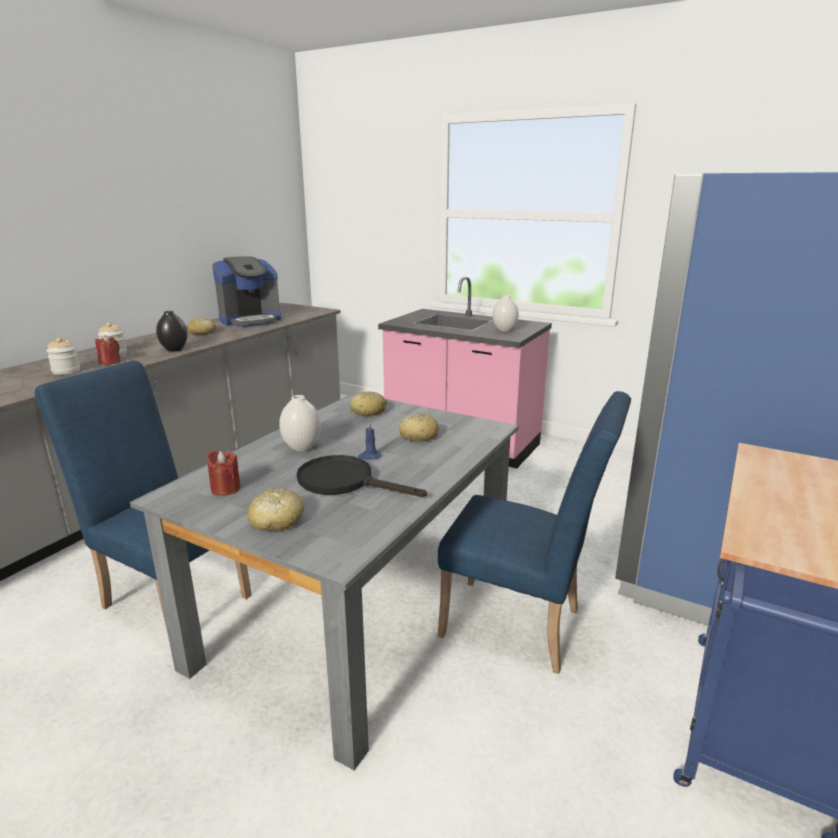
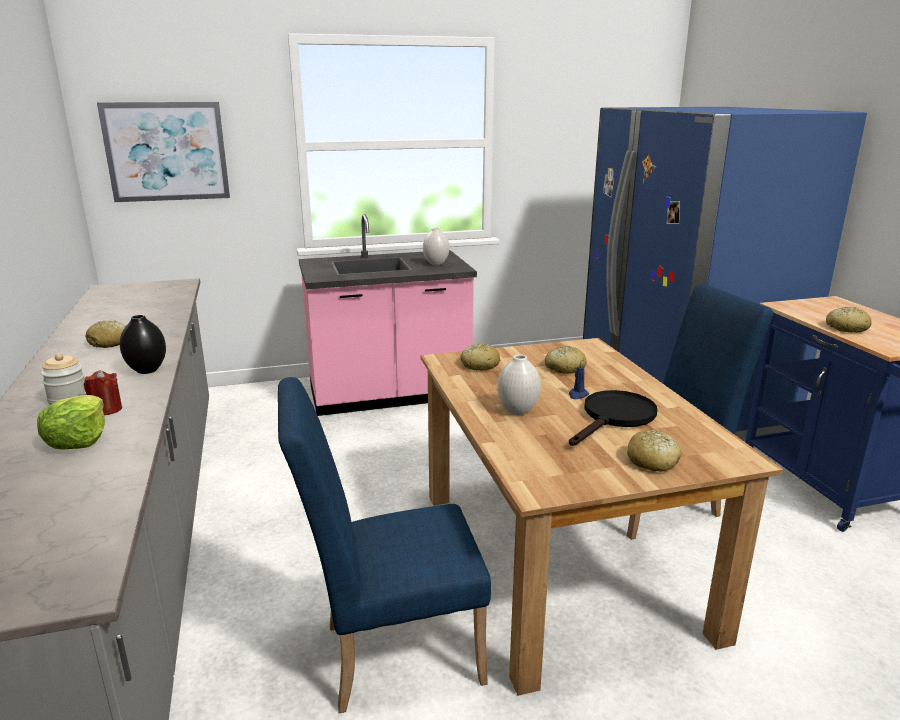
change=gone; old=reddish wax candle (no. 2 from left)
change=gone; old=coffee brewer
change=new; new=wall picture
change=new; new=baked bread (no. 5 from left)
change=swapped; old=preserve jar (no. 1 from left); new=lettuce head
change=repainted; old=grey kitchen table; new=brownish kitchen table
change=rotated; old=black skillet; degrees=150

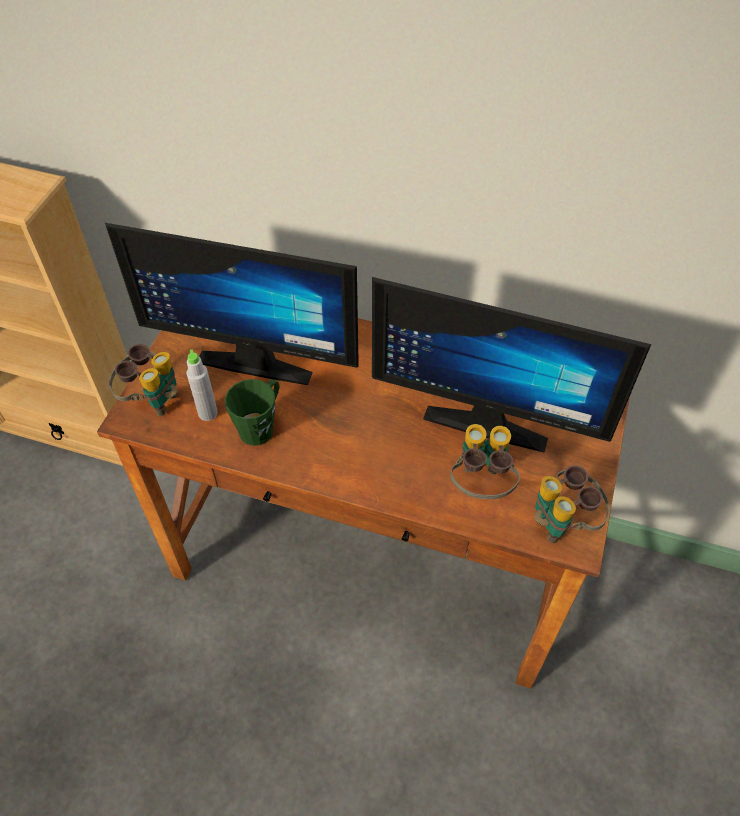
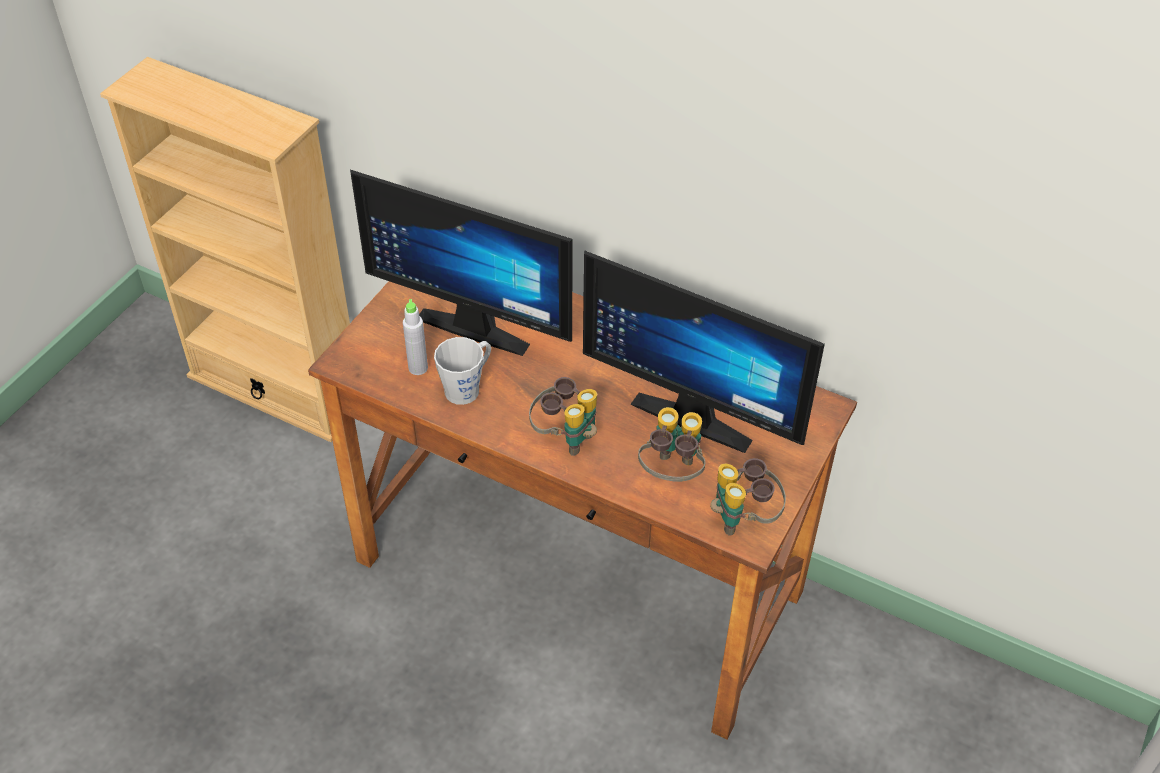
change=shifted; old=field glasses (no. 1 from left)
change=repainted; old=green tea mug; new=grey tea mug

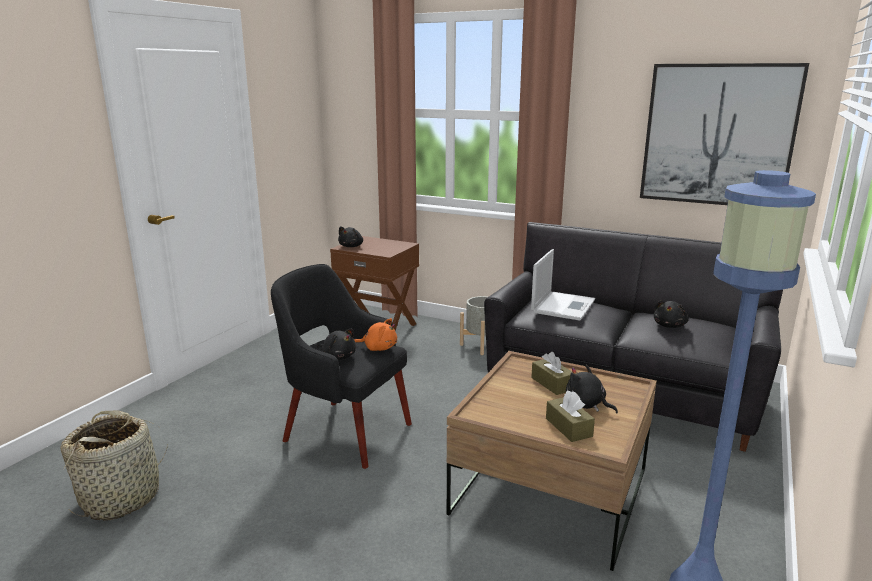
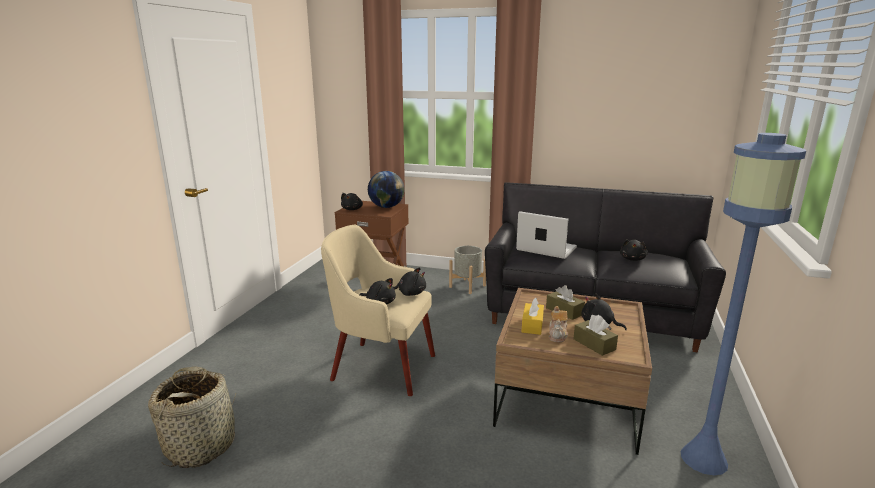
change=gone; old=wall picture
change=new; new=globe
change=new; new=yellow-coloured box of tissues
change=new; new=teapot
change=repainted; old=black lounge chair; new=beige lounge chair
change=repainted; old=orangey soft toy; new=black soft toy (no. 3 from left)
change=rotated; old=laptop; degrees=-75

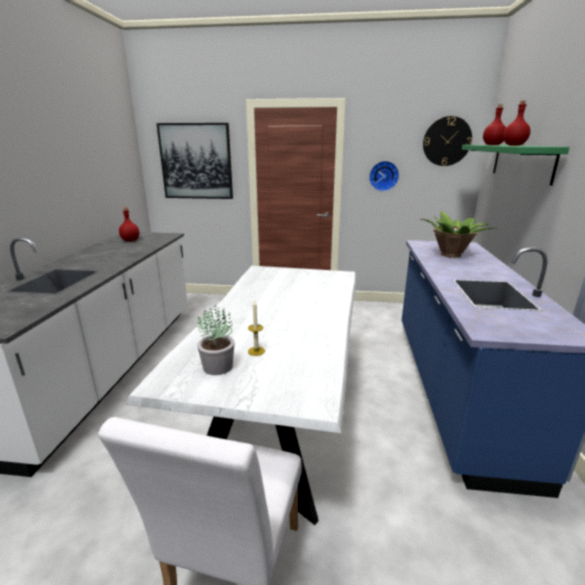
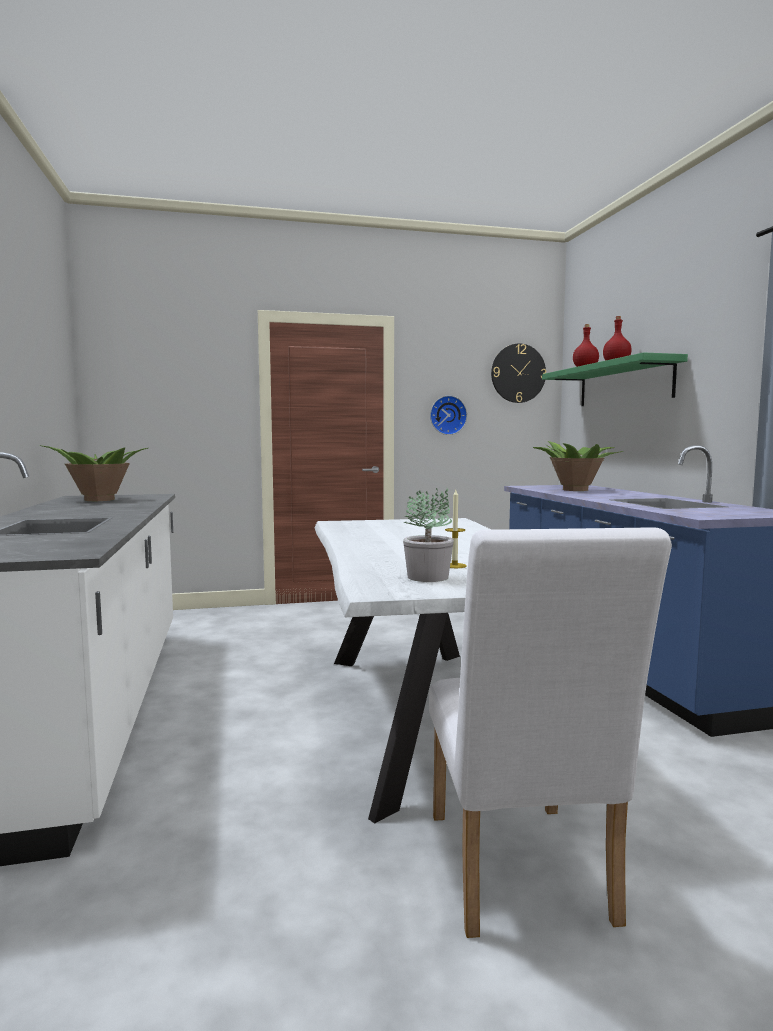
change=gone; old=wall picture
change=swapped; old=reddish beverage bottle (no. 1 from left); new=houseplant (no. 1 from left)

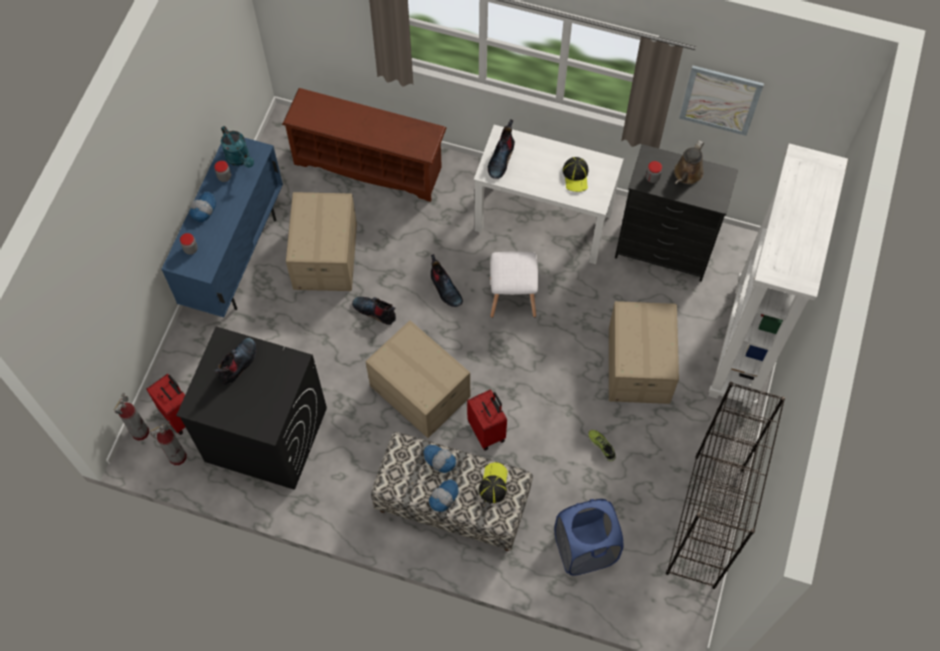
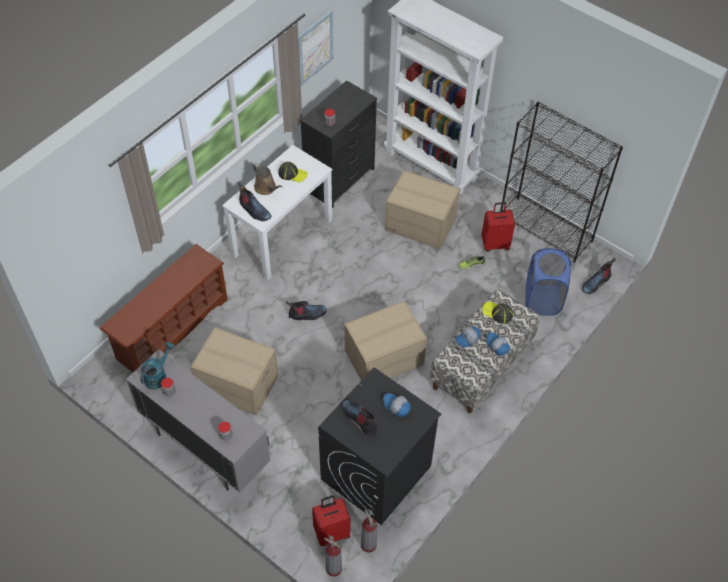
change=gone; old=whitish sitting stool
change=shifted; old=baseball cap (no. 1 from left in the first image); new=baseball cap (no. 2 from left)
change=shifted; old=high-top boot (no. 2 from left in the first image); new=high-top boot (no. 4 from left)
change=shifted; old=reddish piece of luggage (no. 2 from left)
change=shifted; old=brownish watering pot
change=repainted; old=blue cupboard; new=grey cupboard
change=rotated; old=turquoise watering pot; degrees=-45

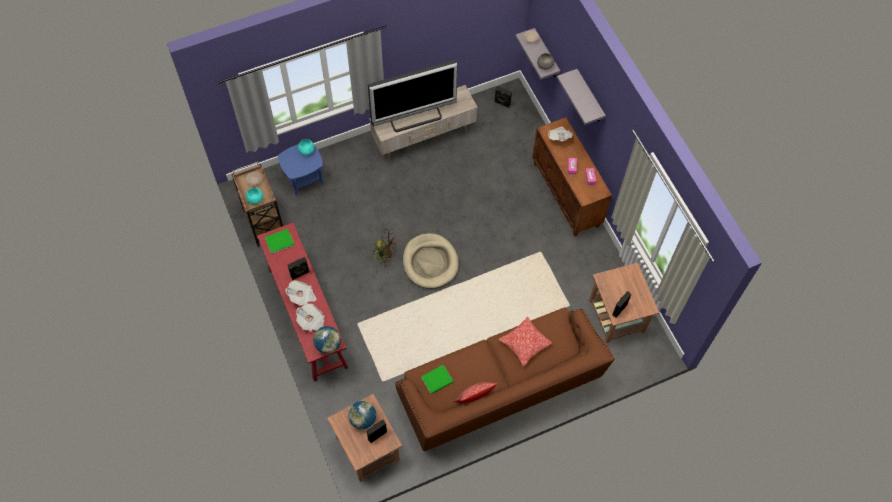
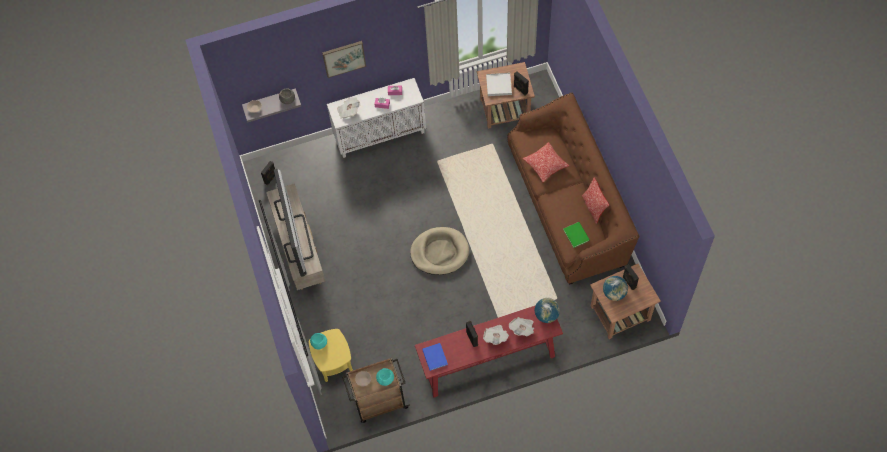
change=gone; old=brownish cooling fan
change=new; new=whitish serving tray
change=swapped; old=grey wall shelf (no. 2 from left); new=wall picture
change=repainted; old=green book (no. 1 from left); new=blue book
change=repainted; old=blue side table; new=yellow-coloured side table
change=repainted; old=brownish cupboard; new=whitish cupboard

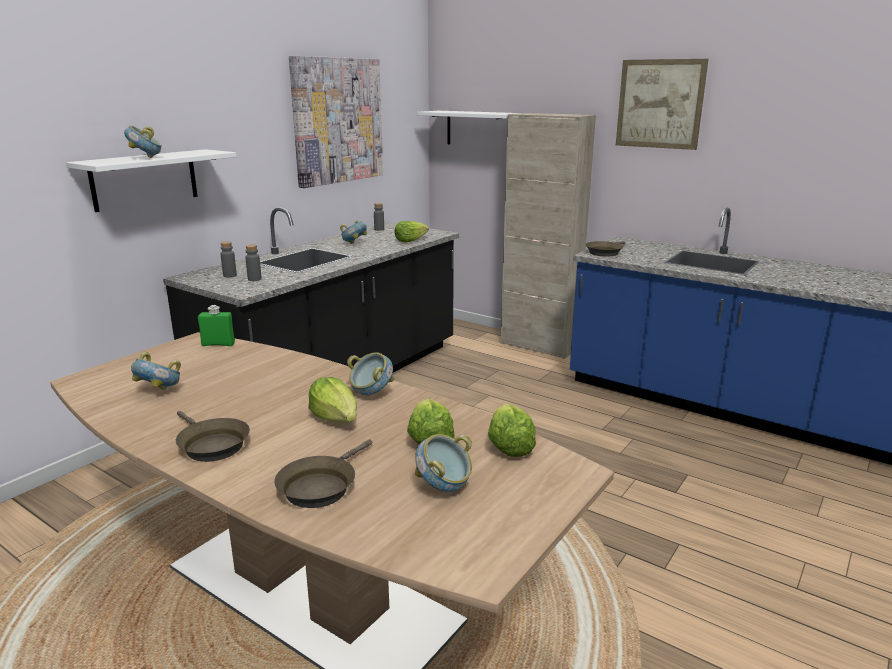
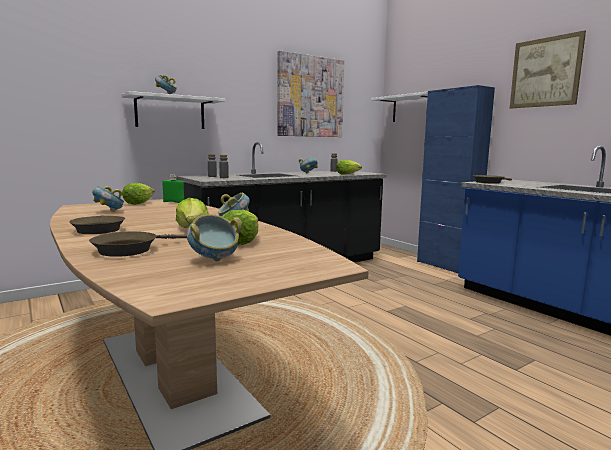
change=shifted; old=lettuce head (no. 4 from left in the first image); new=lettuce head (no. 1 from left)
change=repainted; old=beige cupboard; new=blue cupboard

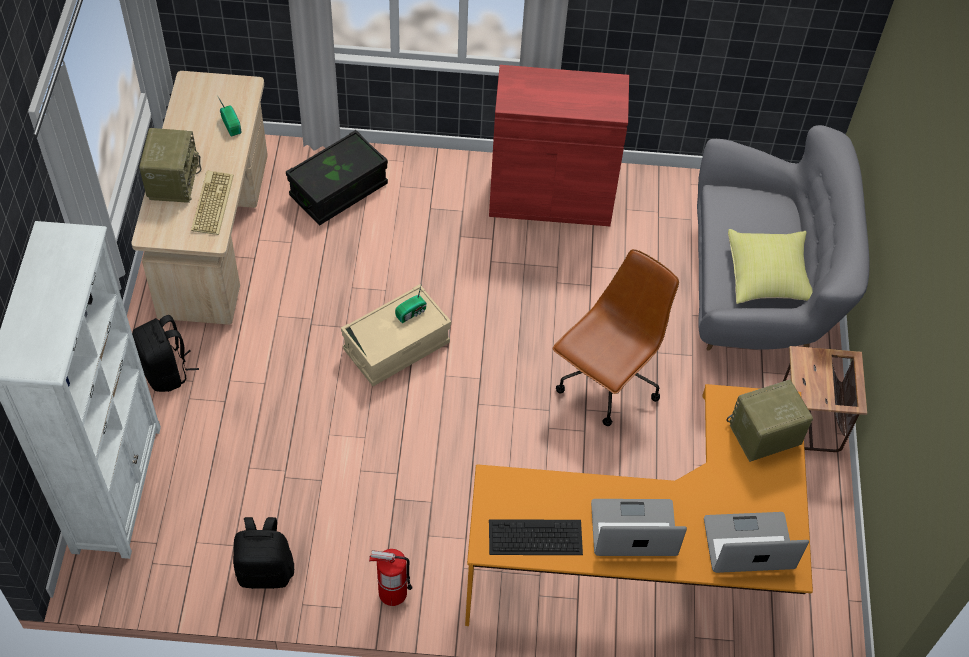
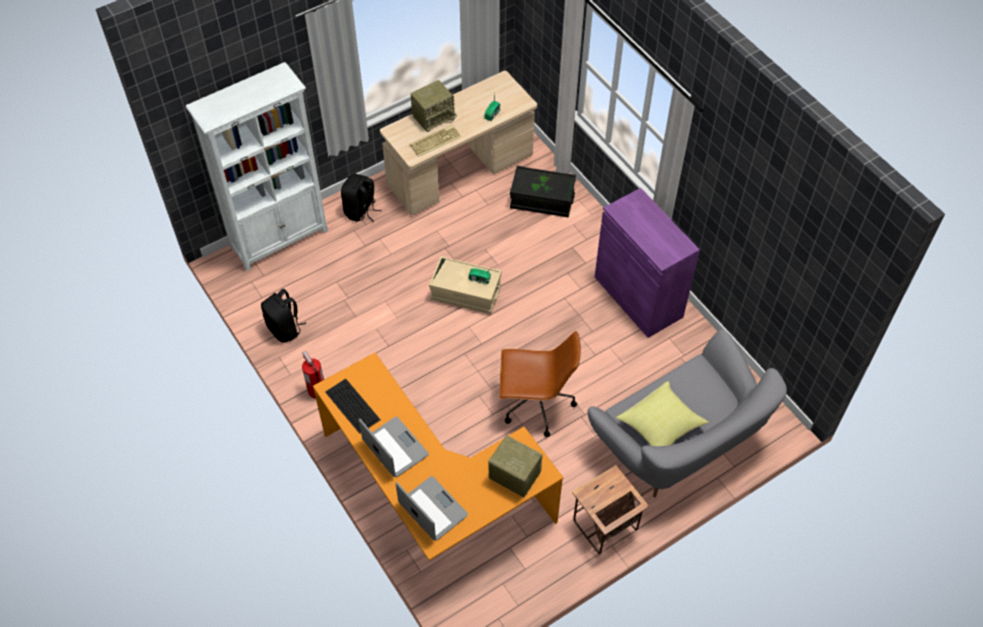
change=repainted; old=reddish cupboard; new=purple-coloured cupboard

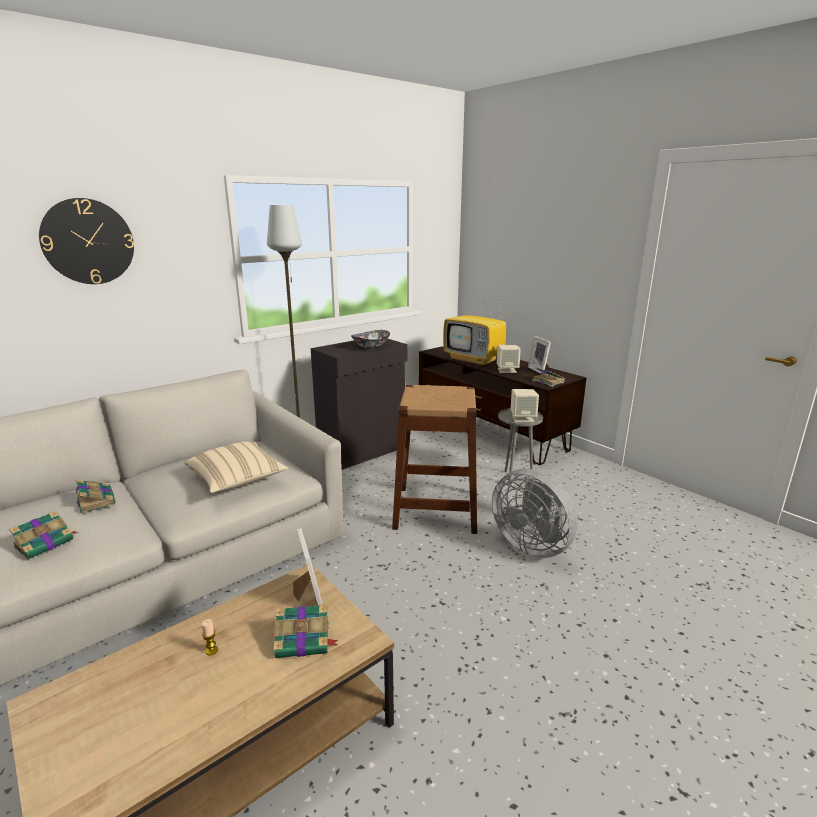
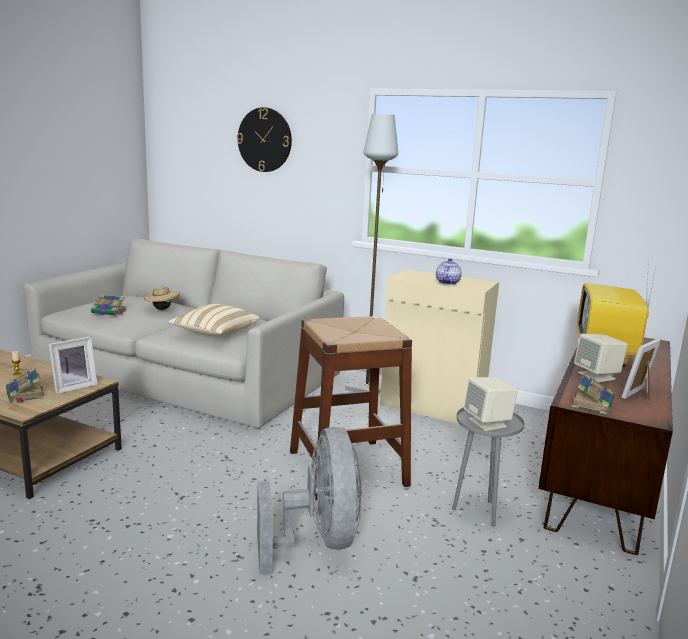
change=swapped; old=book (no. 2 from left); new=beige clothing hat
change=swapped; old=serving bowl; new=teapot
change=repainted; old=black cupboard; new=beige cupboard
change=rotated; old=grey cooling fan; degrees=150

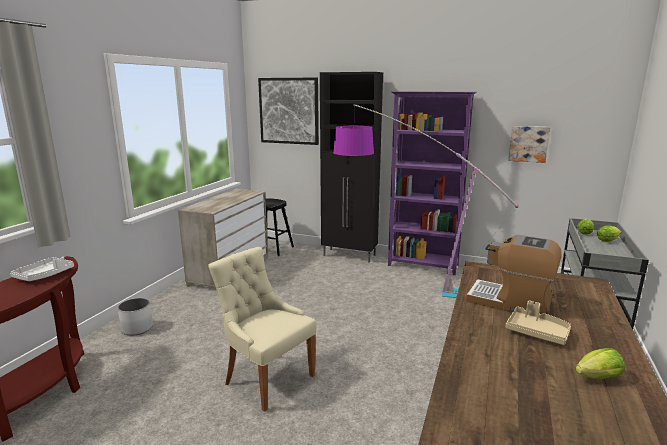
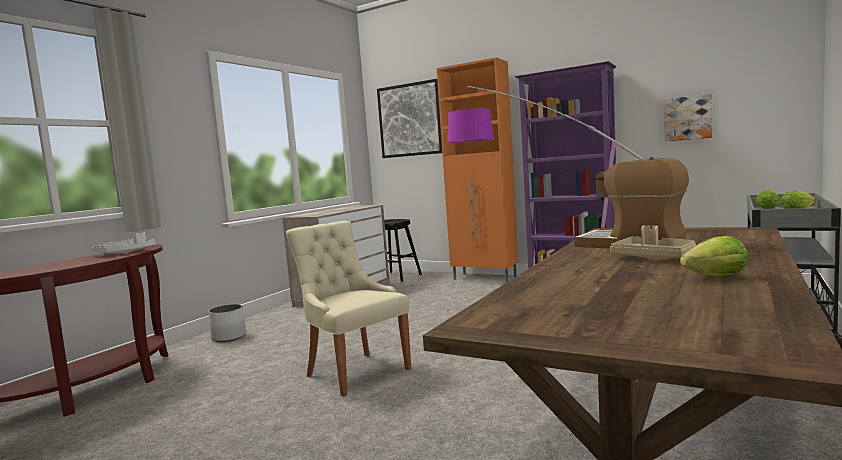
change=repainted; old=black cupboard; new=orangey cupboard

